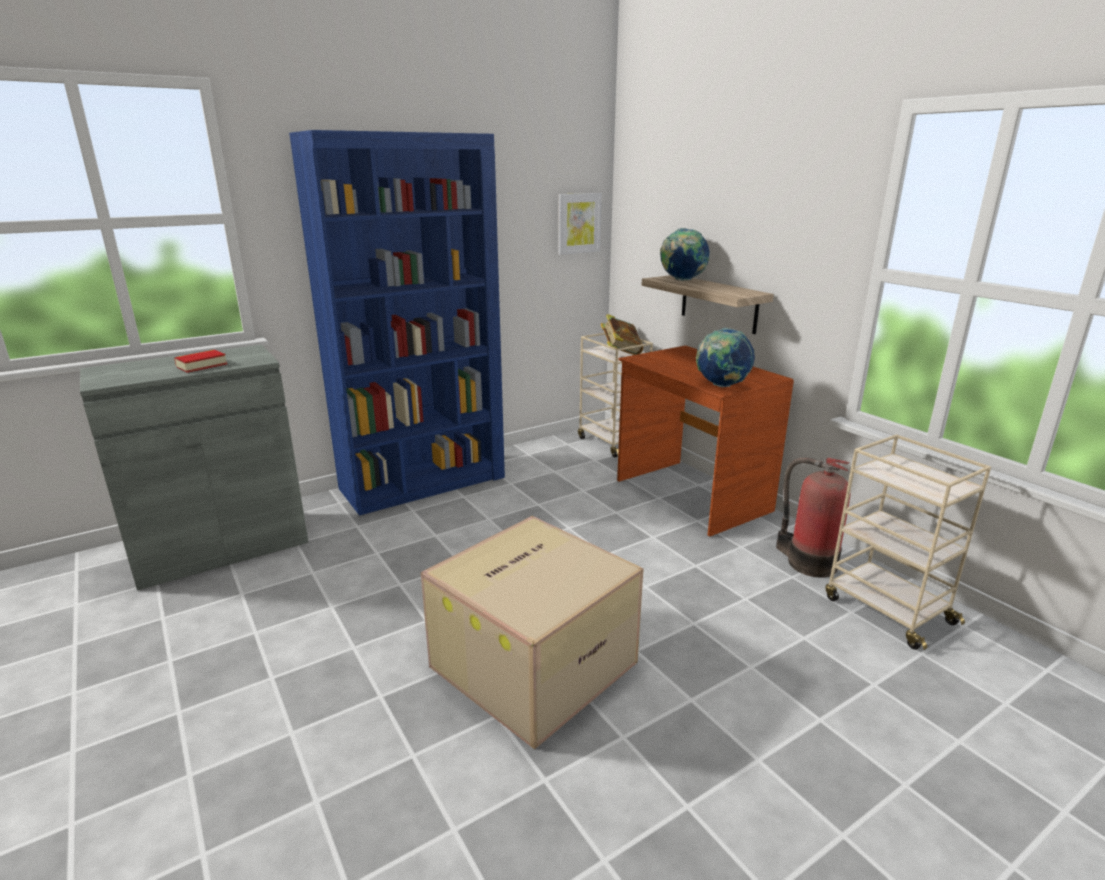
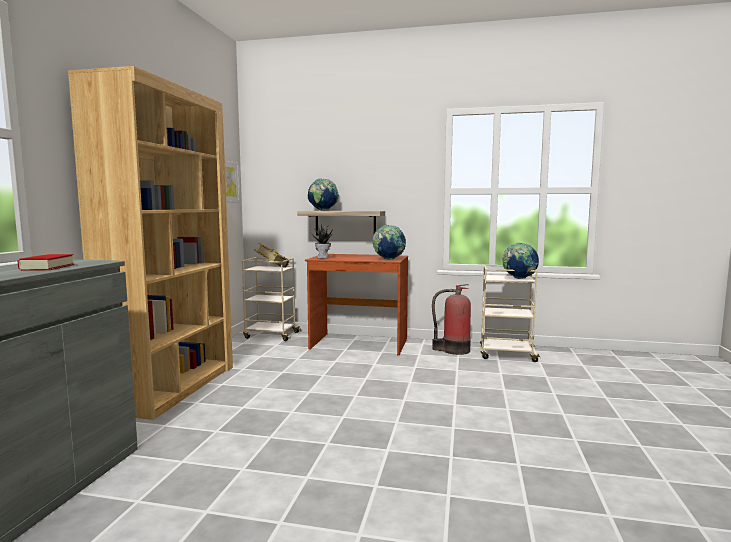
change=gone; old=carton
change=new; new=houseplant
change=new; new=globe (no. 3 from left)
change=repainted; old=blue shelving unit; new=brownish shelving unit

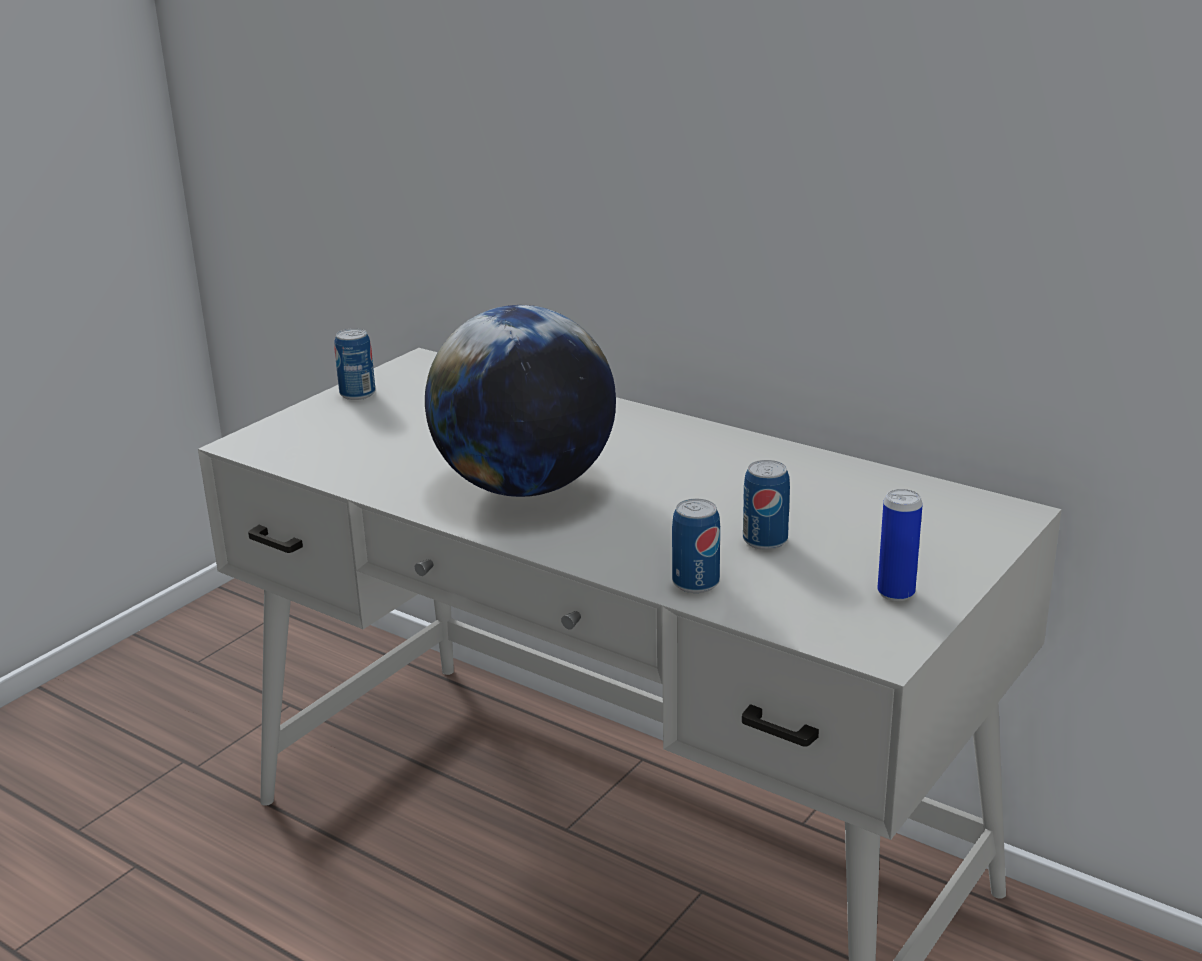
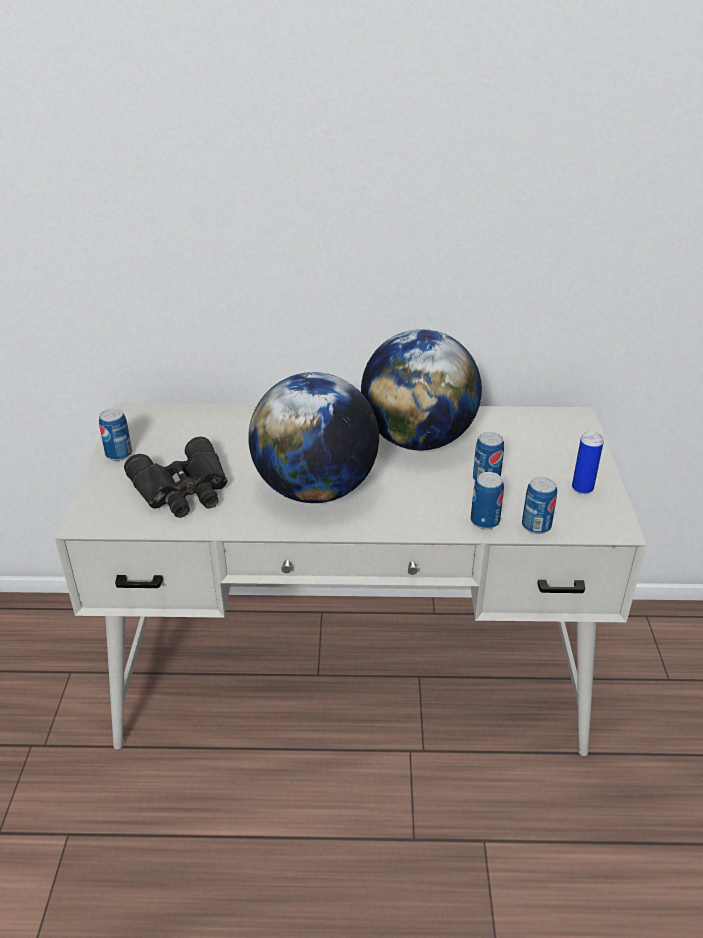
change=new; new=black field glasses
change=new; new=globe (no. 2 from left)
change=new; new=metal can (no. 4 from left)

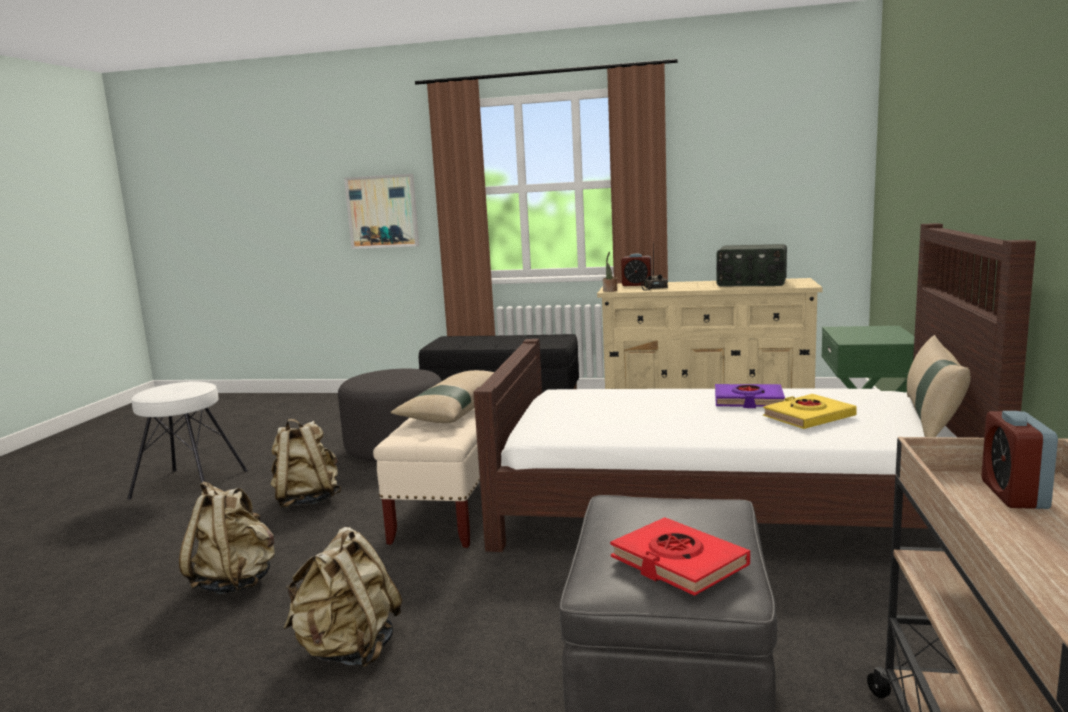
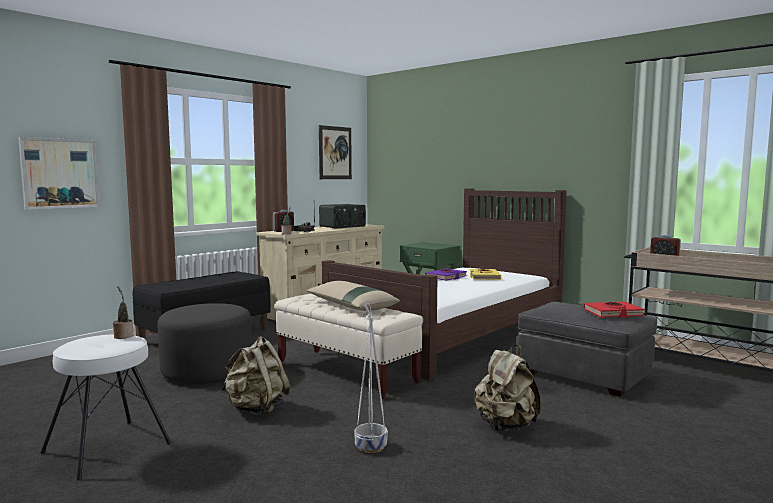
change=gone; old=beige cushion (no. 2 from left)
change=new; new=houseplant (no. 1 from left)
change=new; new=wall picture (no. 2 from left)
change=swapped; old=beige knapsack (no. 1 from left); new=whitish planter

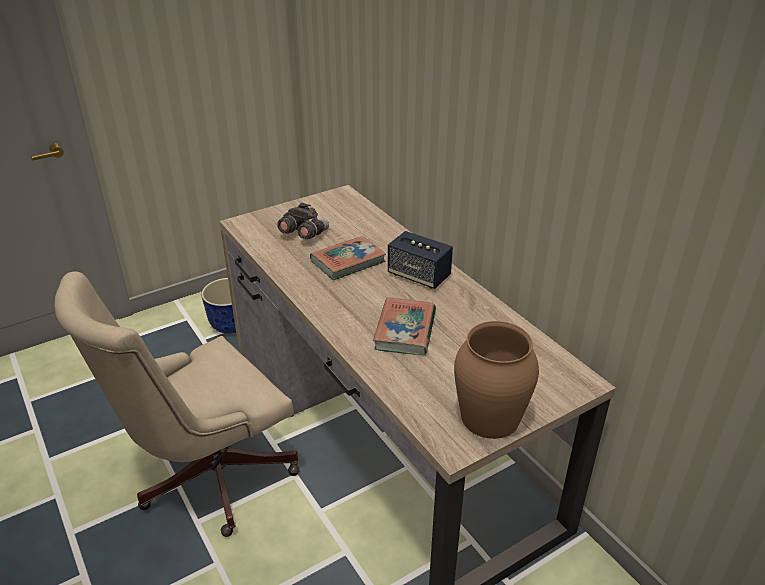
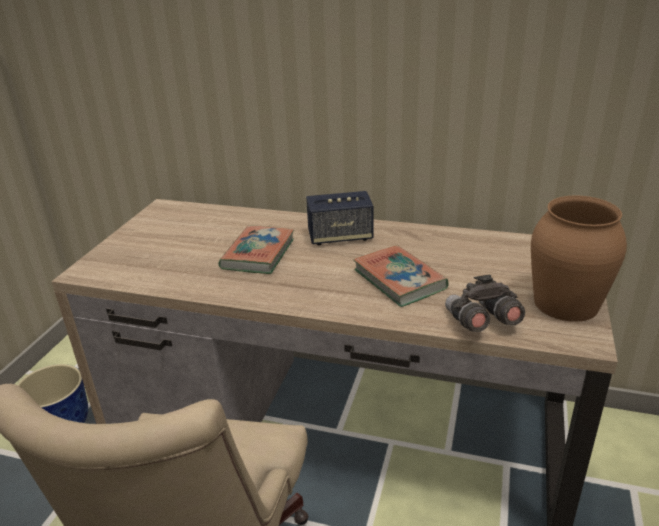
change=shifted; old=grey field glasses

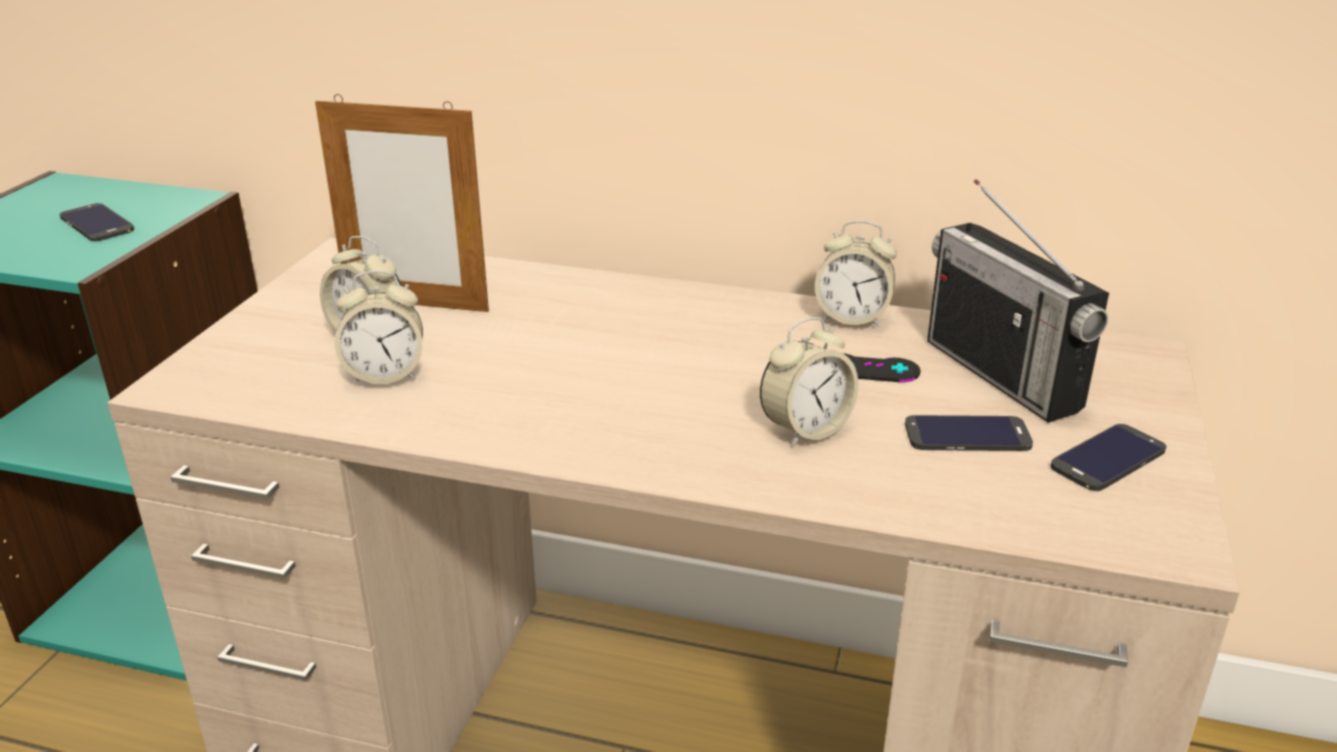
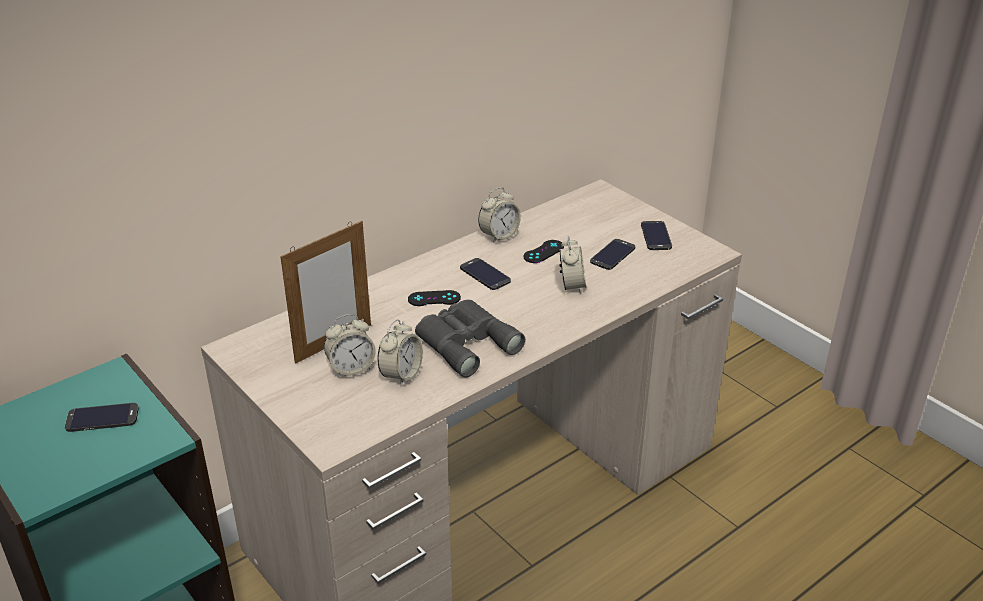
change=gone; old=radio receiver
change=new; new=black game controller (no. 1 from left)
change=new; new=grey field glasses
change=new; new=handset (no. 2 from left)

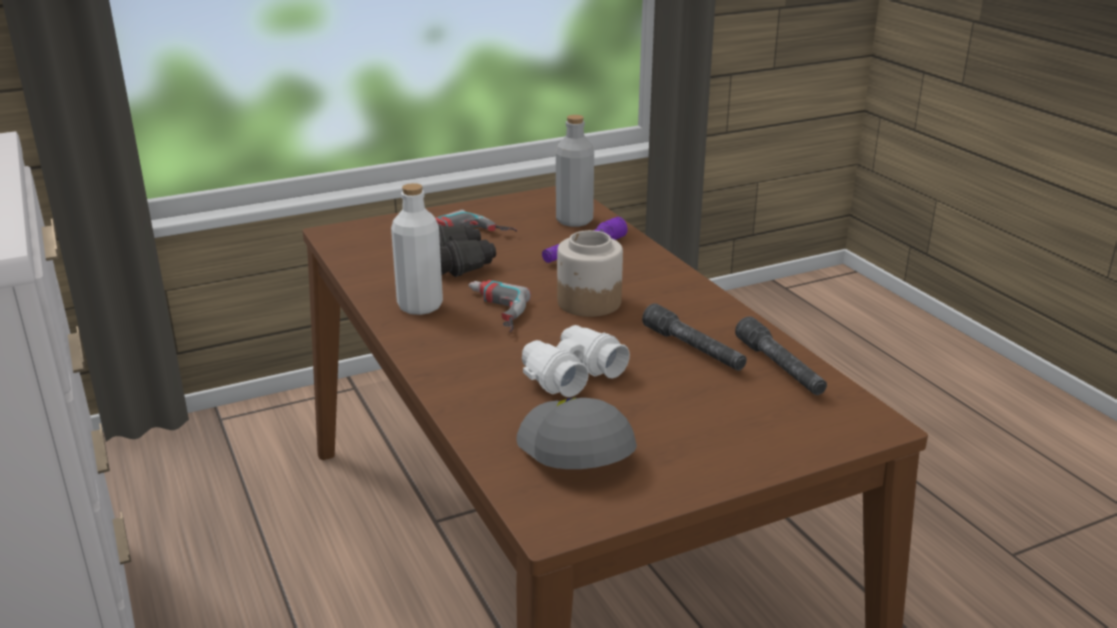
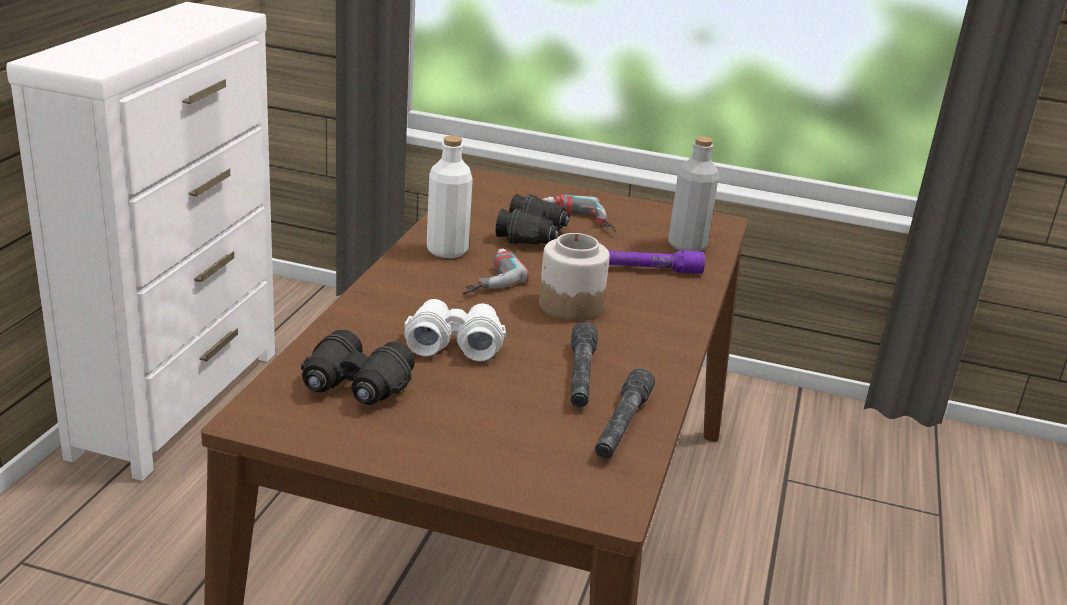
change=swapped; old=grey baseball cap; new=black field glasses (no. 1 from left)

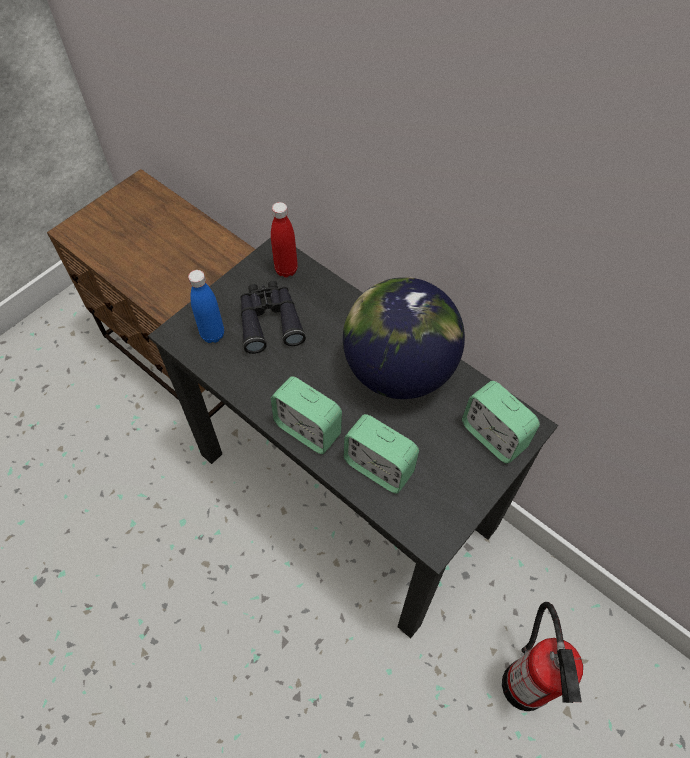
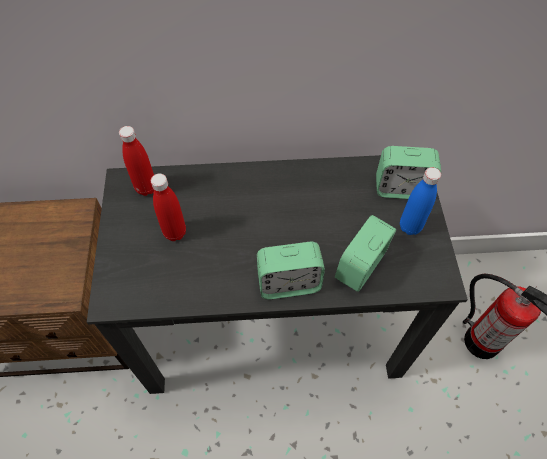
change=gone; old=globe
change=shifted; old=blue beverage bottle
change=swapped; old=black field glasses; new=reddish beverage bottle (no. 2 from left)
change=rotated; old=alarm clock (no. 2 from left); degrees=135

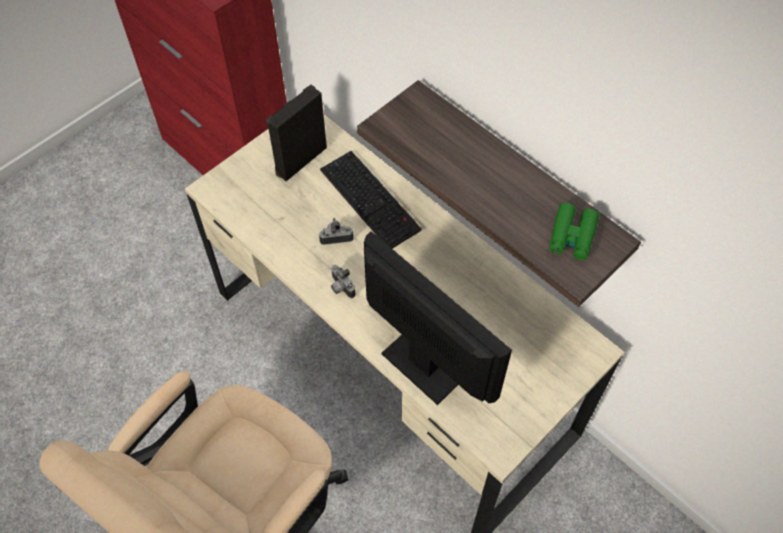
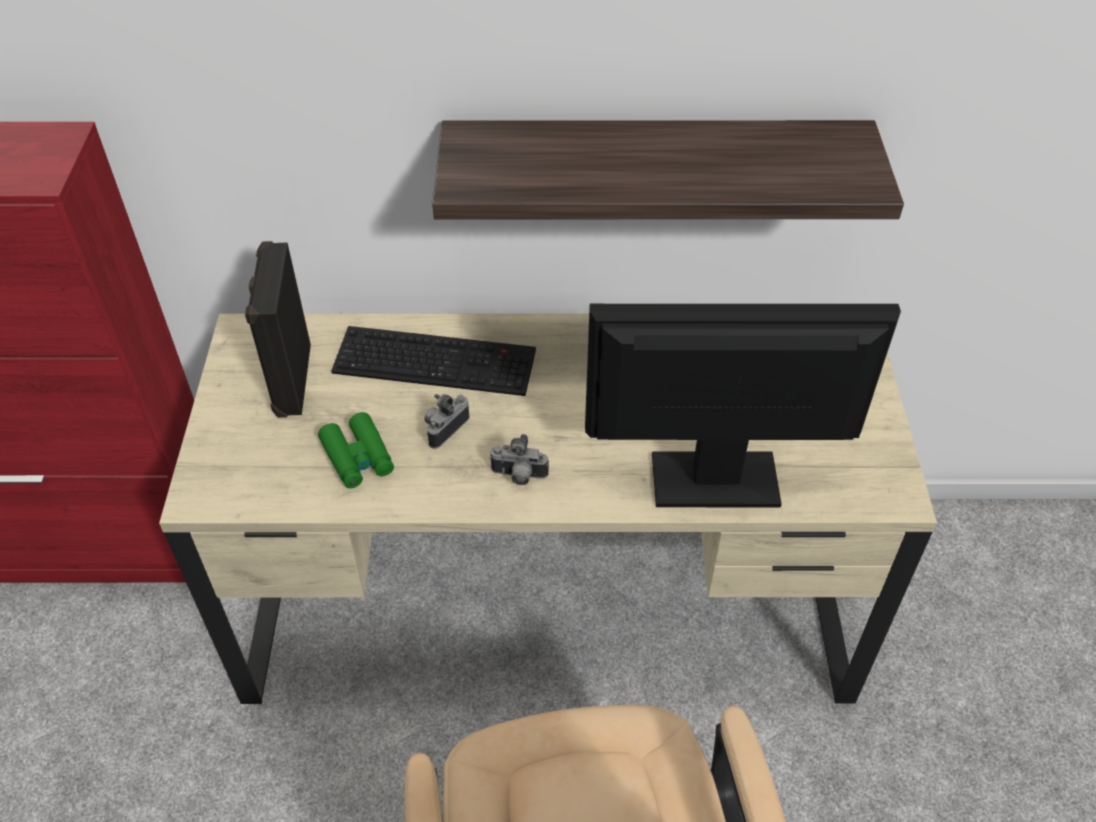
change=shifted; old=green field glasses

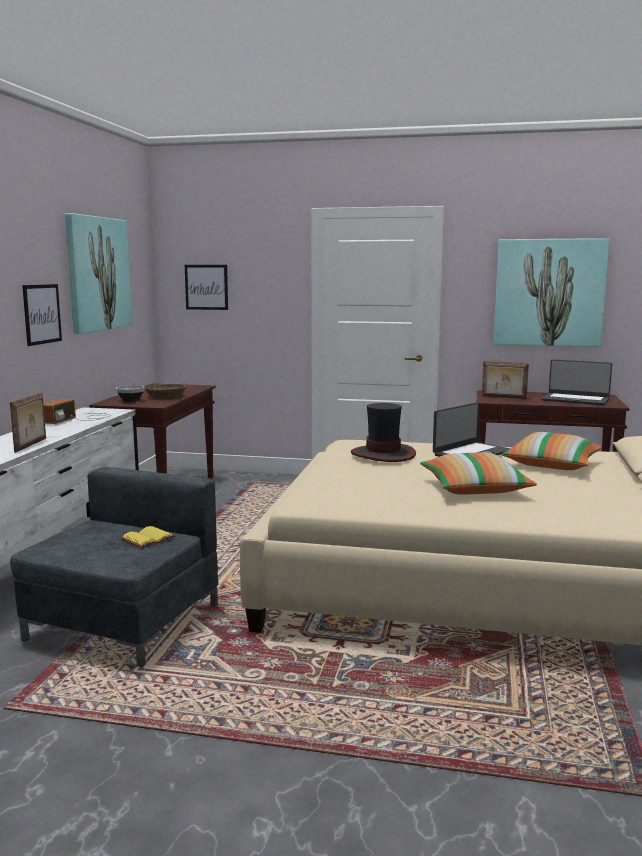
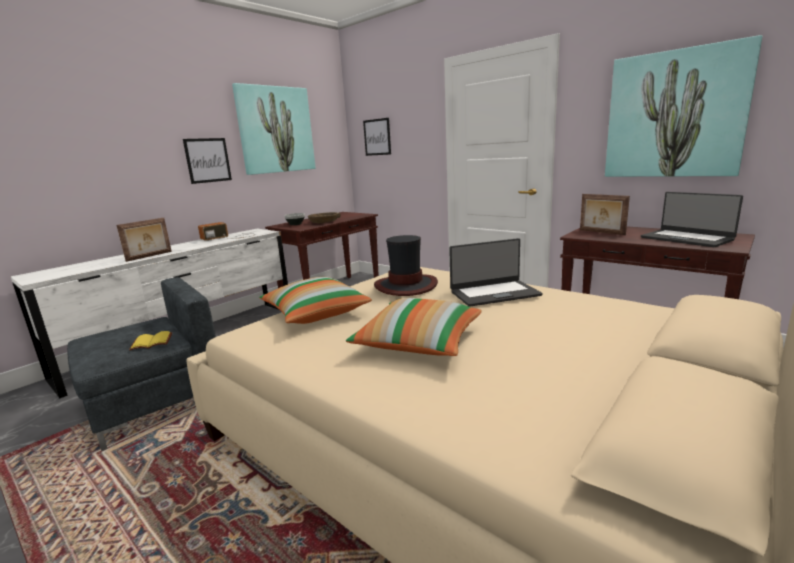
change=shifted; old=cushion (no. 2 from left in the first image); new=cushion (no. 1 from left)

